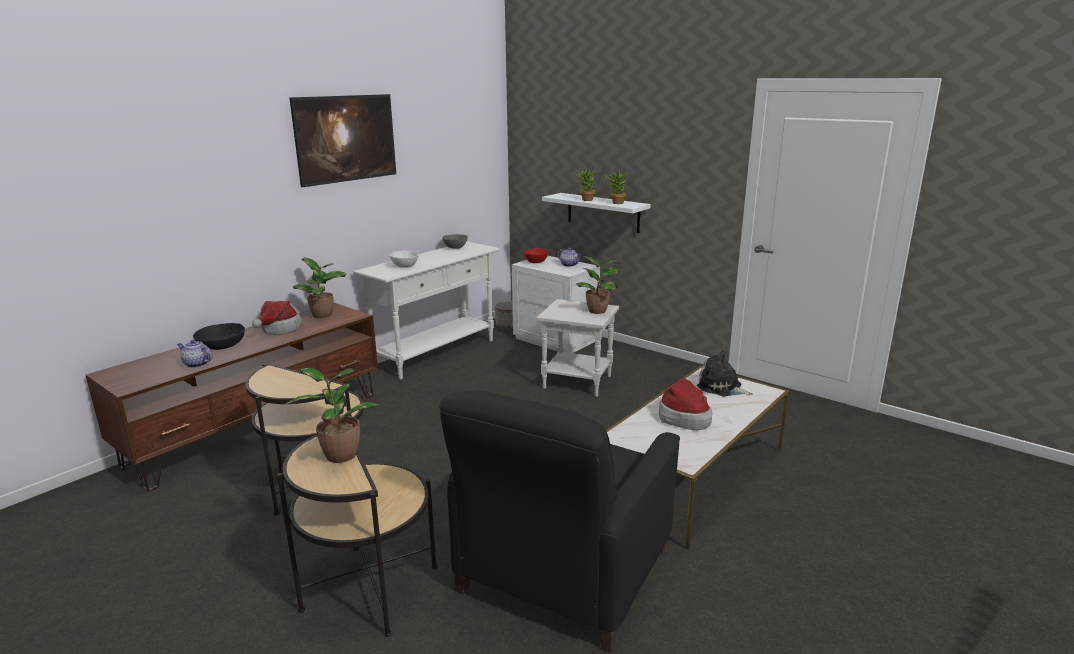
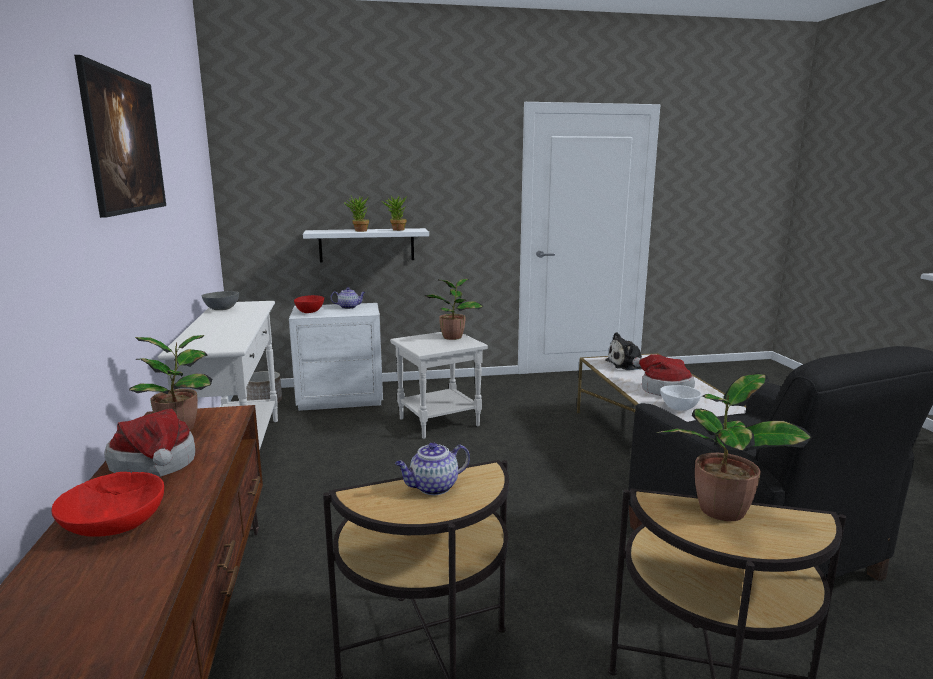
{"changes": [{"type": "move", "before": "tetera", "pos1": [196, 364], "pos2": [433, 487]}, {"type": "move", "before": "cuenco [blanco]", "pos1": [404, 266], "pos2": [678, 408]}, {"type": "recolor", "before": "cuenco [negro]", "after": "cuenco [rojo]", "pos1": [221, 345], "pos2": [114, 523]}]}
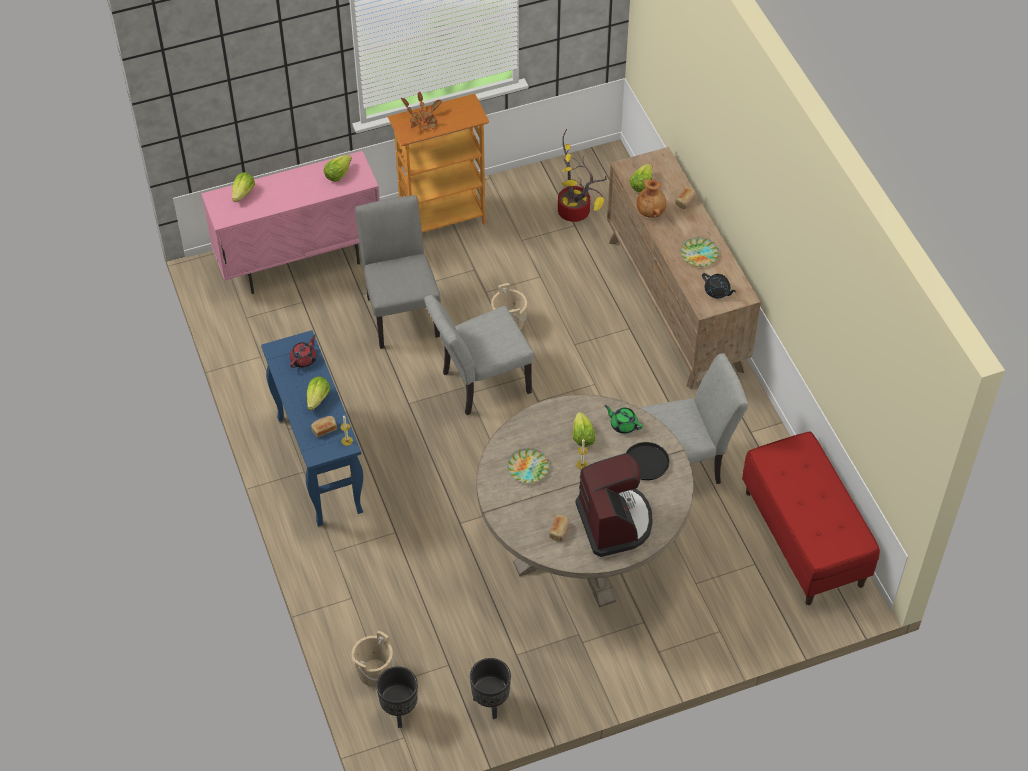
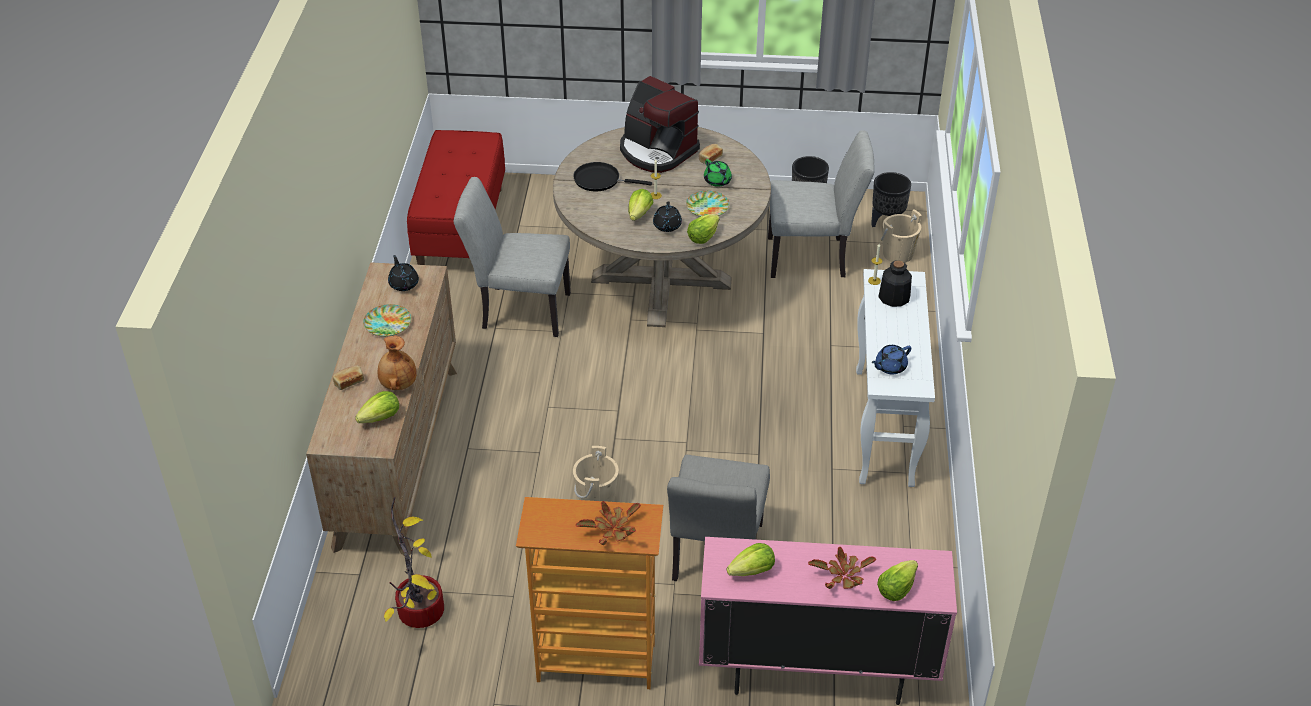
{"changes": [{"type": "insert", "after": "tetera [negro]", "pos2": [667, 226]}, {"type": "insert", "after": "planta en maceta", "pos2": [843, 576]}, {"type": "move", "before": "lechuga", "pos1": [318, 399], "pos2": [702, 237]}, {"type": "move", "before": "silla [gris]", "pos1": [479, 384], "pos2": [814, 258]}, {"type": "move", "before": "tetera [verde]", "pos1": [623, 425], "pos2": [717, 181]}, {"type": "replace", "before": "pan", "after": "botella", "pos1": [324, 429], "pos2": [894, 297]}, {"type": "recolor", "before": "mesa consola [azul]", "after": "mesa consola [blanco]", "pos1": [318, 464], "pos2": [884, 428]}, {"type": "recolor", "before": "tetera [rojo]", "after": "tetera [azul]", "pos1": [304, 359], "pos2": [890, 367]}, {"type": "rotate", "before": "cafetera", "pos1": [614, 522], "pos2": [657, 151], "turn": -60}]}
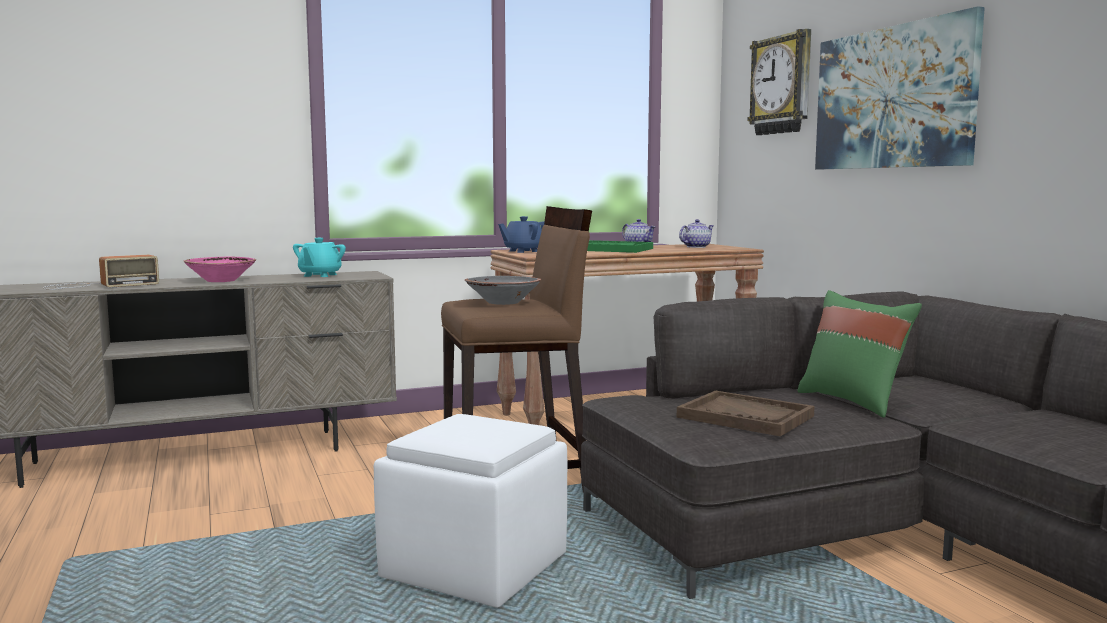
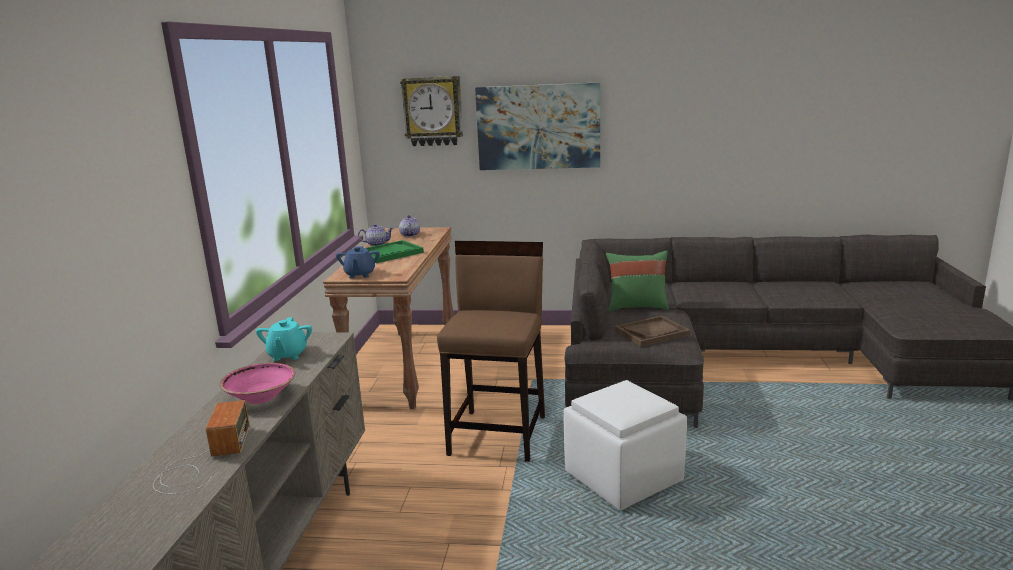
{"changes": [{"type": "delete", "before": "cuenco [gris]", "pos1": [503, 302]}, {"type": "rotate", "before": "tetera [turquesa]", "pos1": [319, 275], "pos2": [287, 355], "turn": 45}]}
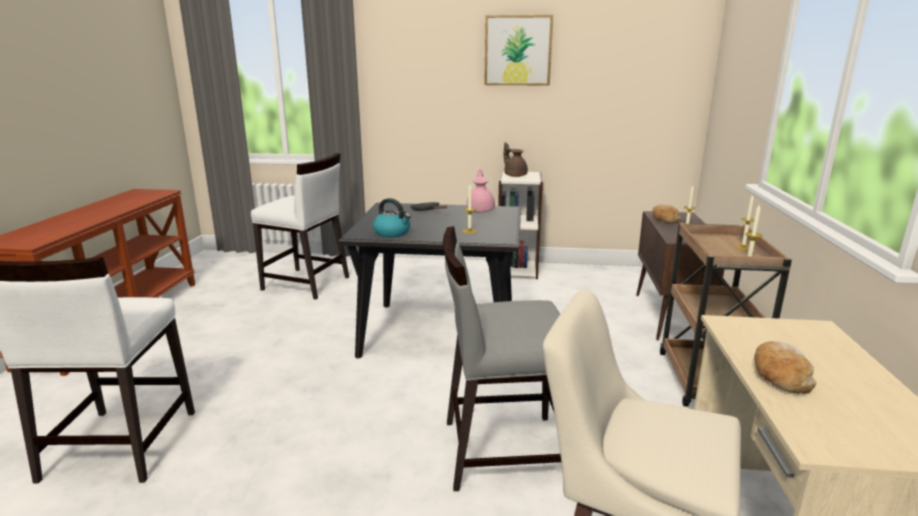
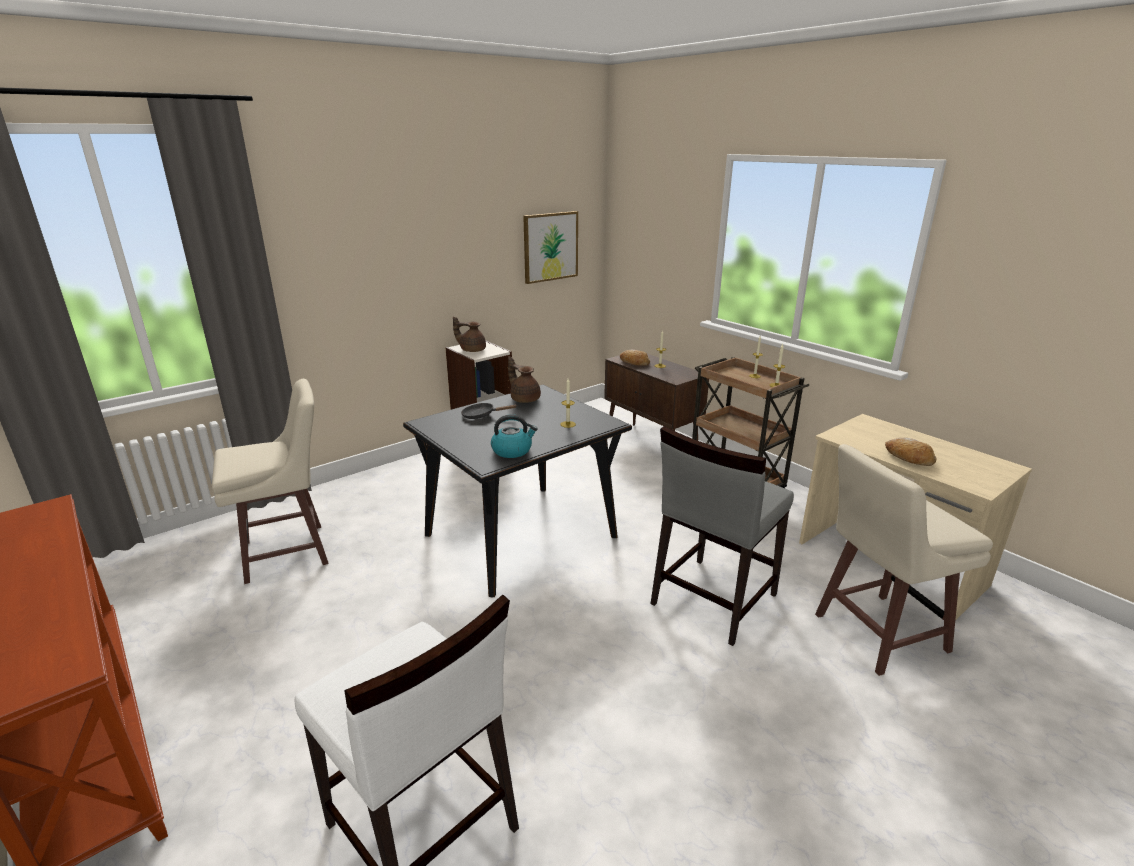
{"changes": [{"type": "move", "before": "cuadro", "pos1": [518, 50], "pos2": [550, 247]}, {"type": "replace", "before": "silla [blanco]", "after": "taburete [beis]", "pos1": [306, 284], "pos2": [289, 552]}, {"type": "recolor", "before": "tetera [rosa]", "after": "tetera [marrón]", "pos1": [481, 210], "pos2": [524, 399]}]}
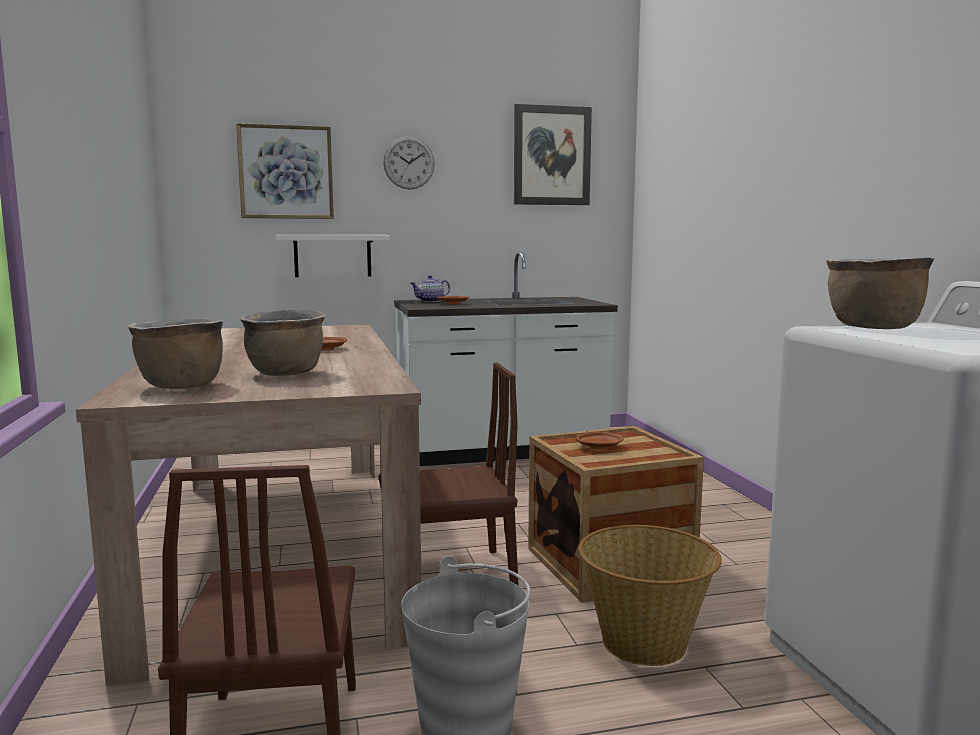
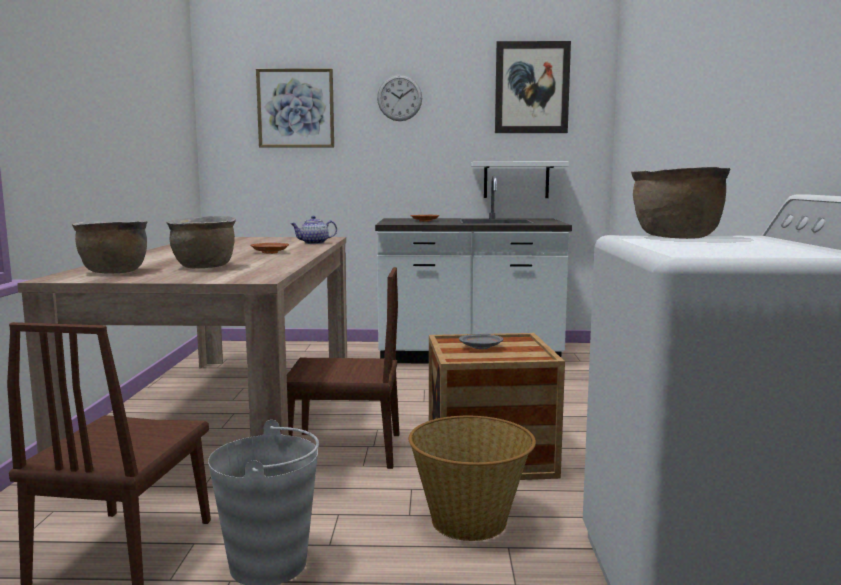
{"changes": [{"type": "move", "before": "estante [blanco]", "pos1": [332, 256], "pos2": [516, 180]}, {"type": "move", "before": "tetera", "pos1": [430, 301], "pos2": [313, 243]}, {"type": "recolor", "before": "plato [marrón]", "after": "plato [gris]", "pos1": [599, 447], "pos2": [481, 347]}]}
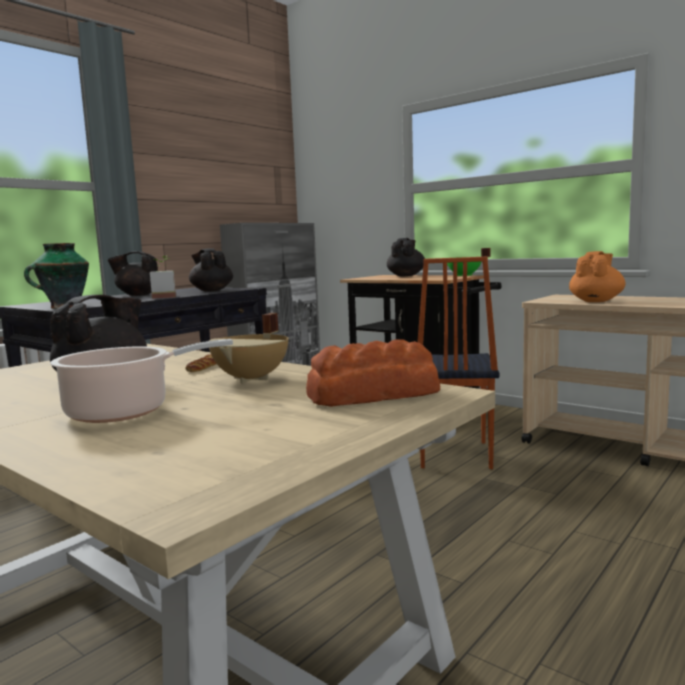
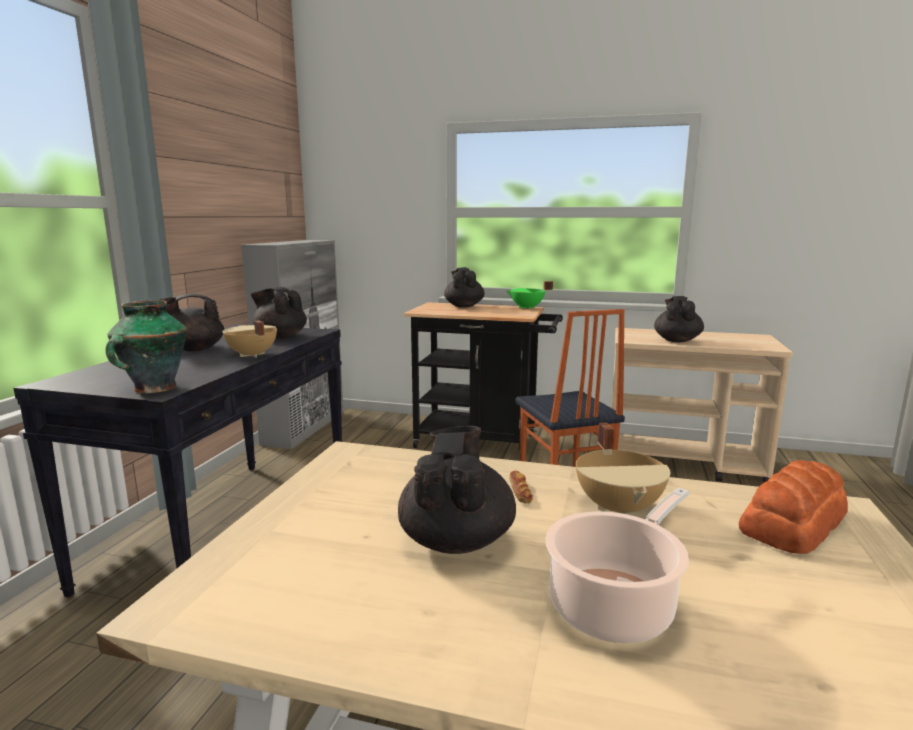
{"changes": [{"type": "replace", "before": "planta en maceta", "after": "olla [beis]", "pos1": [164, 297], "pos2": [251, 355]}, {"type": "recolor", "before": "tetera [naranja]", "after": "tetera [negro]", "pos1": [596, 301], "pos2": [677, 340]}]}
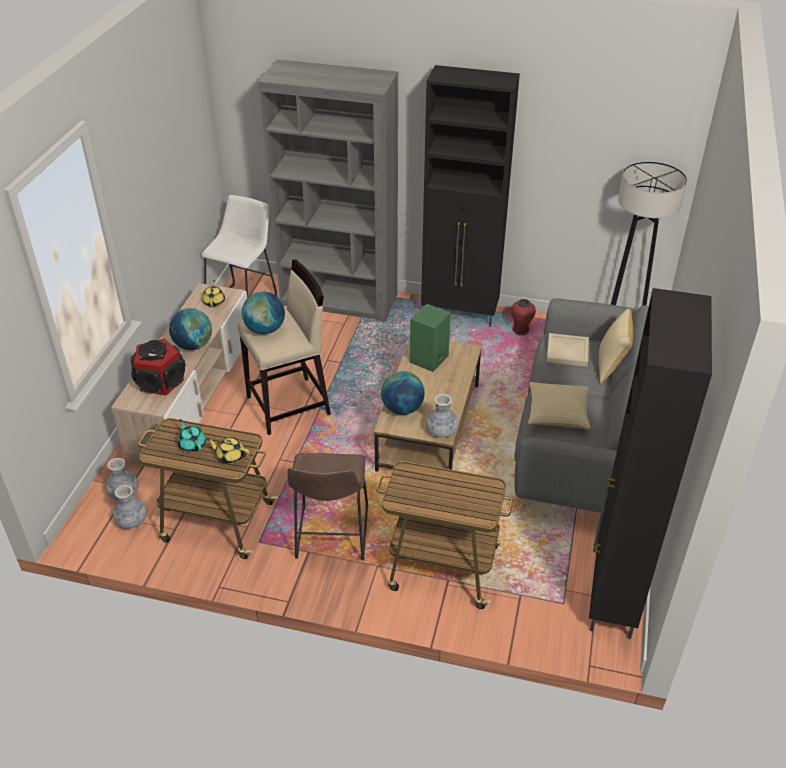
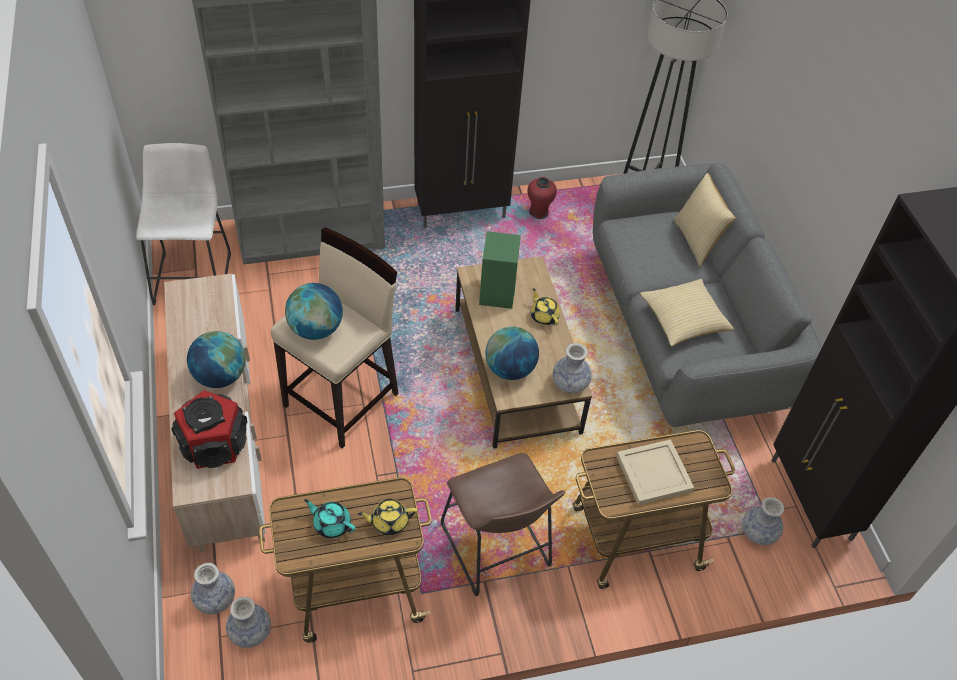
{"changes": [{"type": "insert", "after": "florero", "pos2": [758, 533]}, {"type": "move", "before": "tetera [amarillo]", "pos1": [214, 302], "pos2": [544, 316]}, {"type": "move", "before": "bandeja [beis]", "pos1": [566, 351], "pos2": [652, 473]}]}
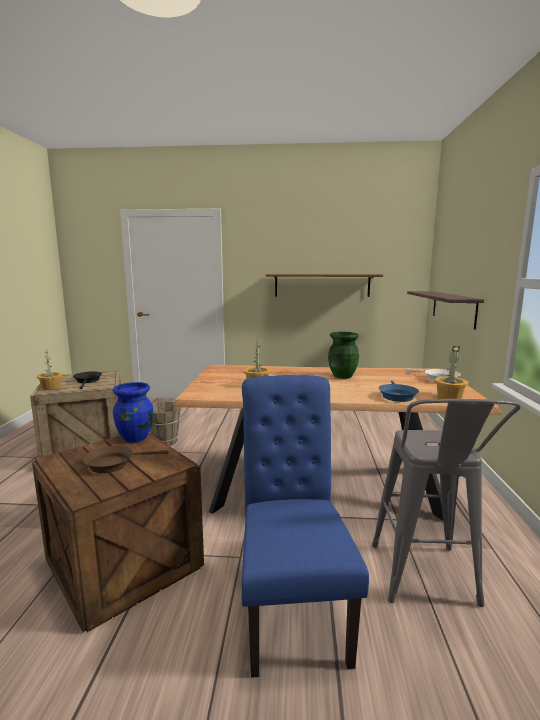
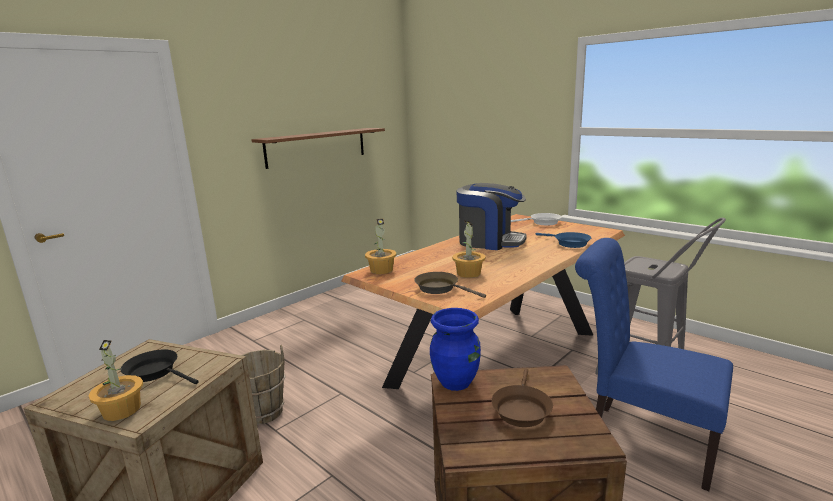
{"changes": [{"type": "delete", "before": "estante", "pos1": [453, 308]}, {"type": "insert", "after": "sartén [marrón]", "pos2": [440, 288]}, {"type": "move", "before": "planta en maceta", "pos1": [449, 397], "pos2": [381, 270]}, {"type": "replace", "before": "florero [verde]", "after": "cafetera", "pos1": [342, 376], "pos2": [490, 241]}]}
